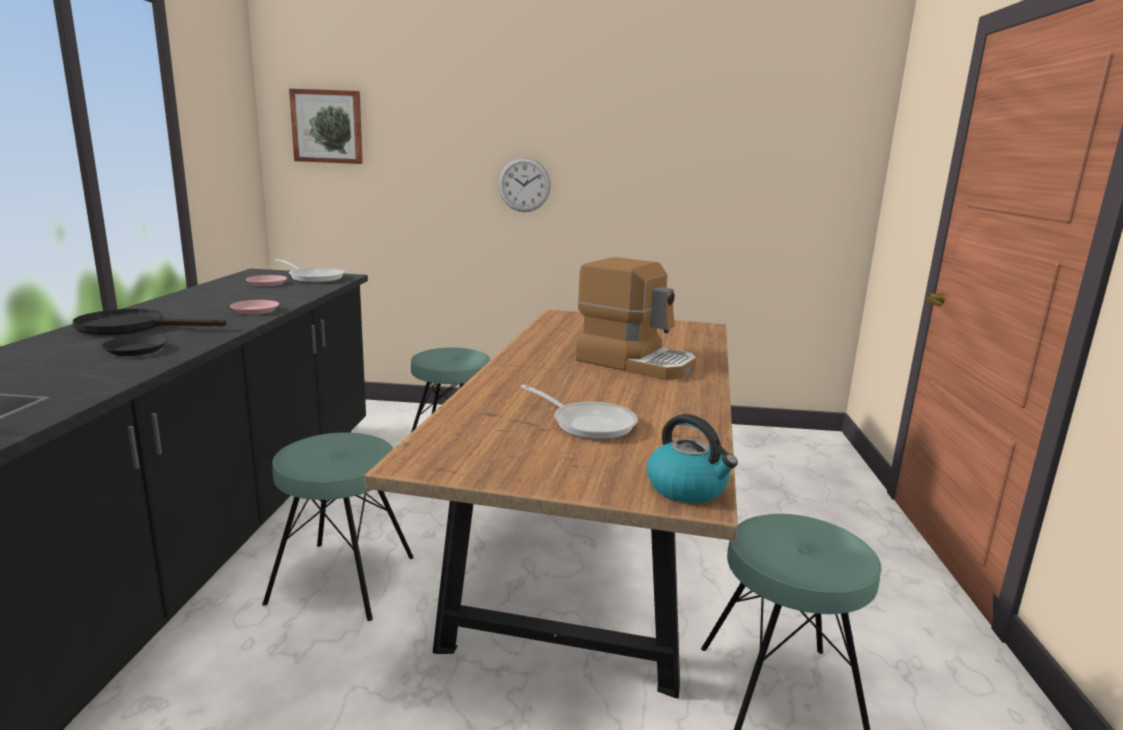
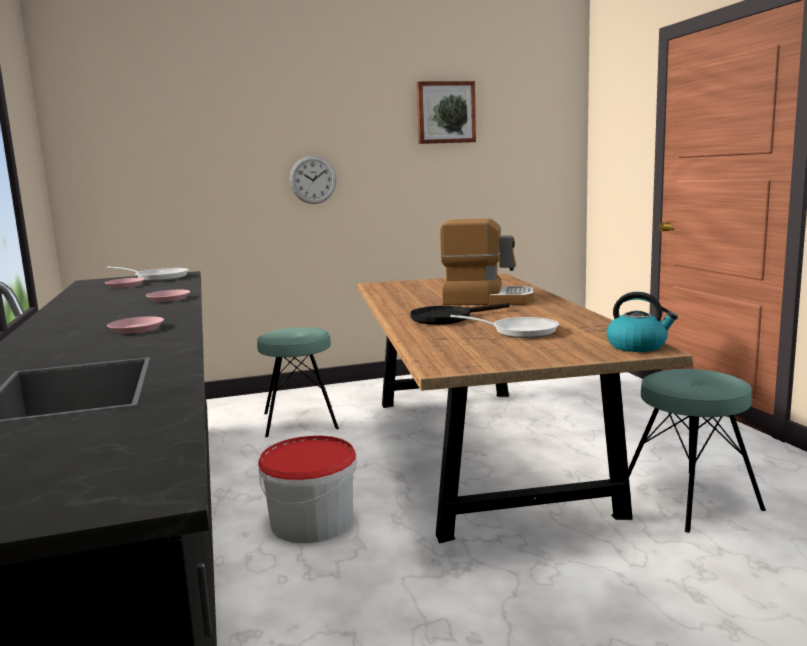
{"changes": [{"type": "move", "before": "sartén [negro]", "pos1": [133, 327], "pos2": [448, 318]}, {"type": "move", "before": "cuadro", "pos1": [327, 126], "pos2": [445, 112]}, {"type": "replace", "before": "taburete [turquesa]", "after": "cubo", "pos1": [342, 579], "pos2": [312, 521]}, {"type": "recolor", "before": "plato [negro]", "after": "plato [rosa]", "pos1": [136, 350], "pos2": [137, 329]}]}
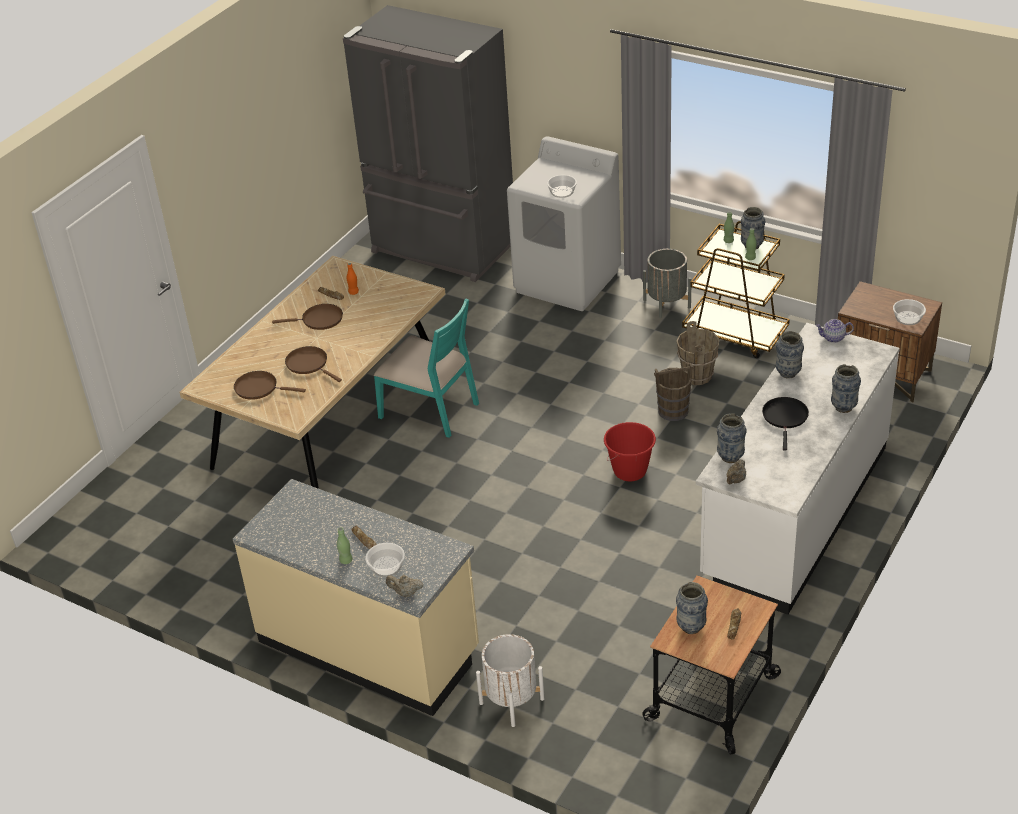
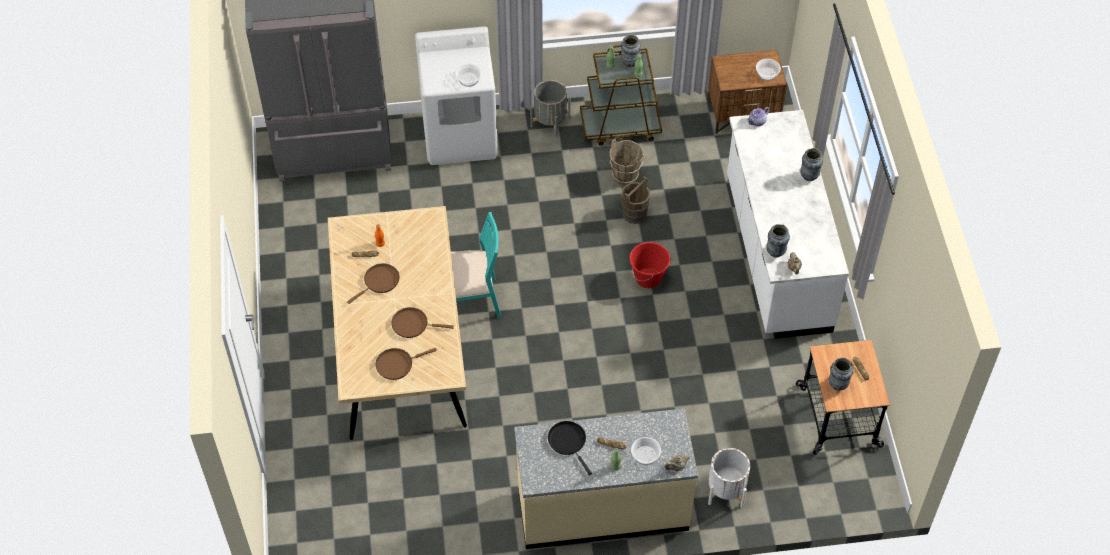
{"changes": [{"type": "delete", "before": "florero", "pos1": [788, 373]}, {"type": "move", "before": "sartén [negro]", "pos1": [785, 418], "pos2": [568, 442]}]}
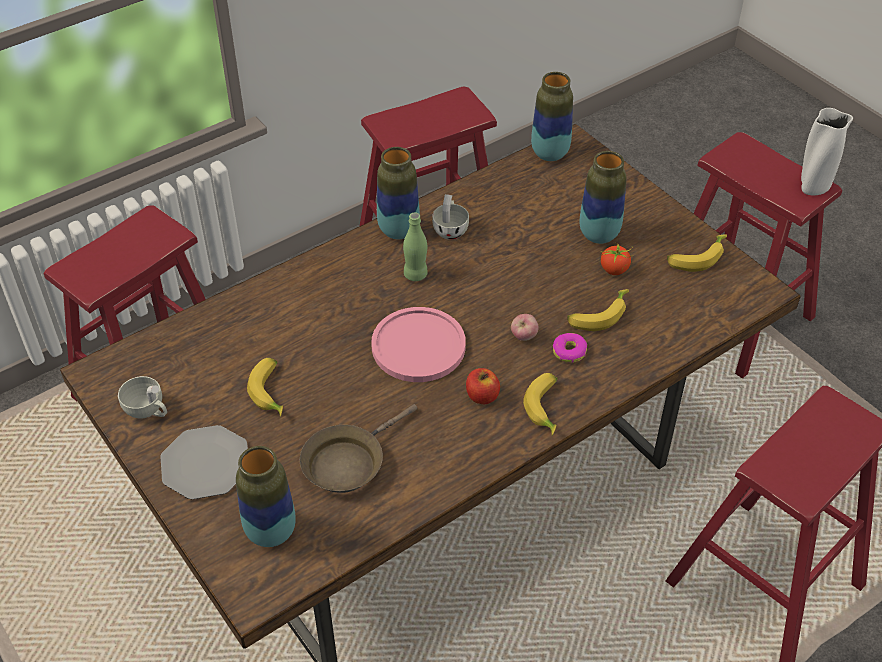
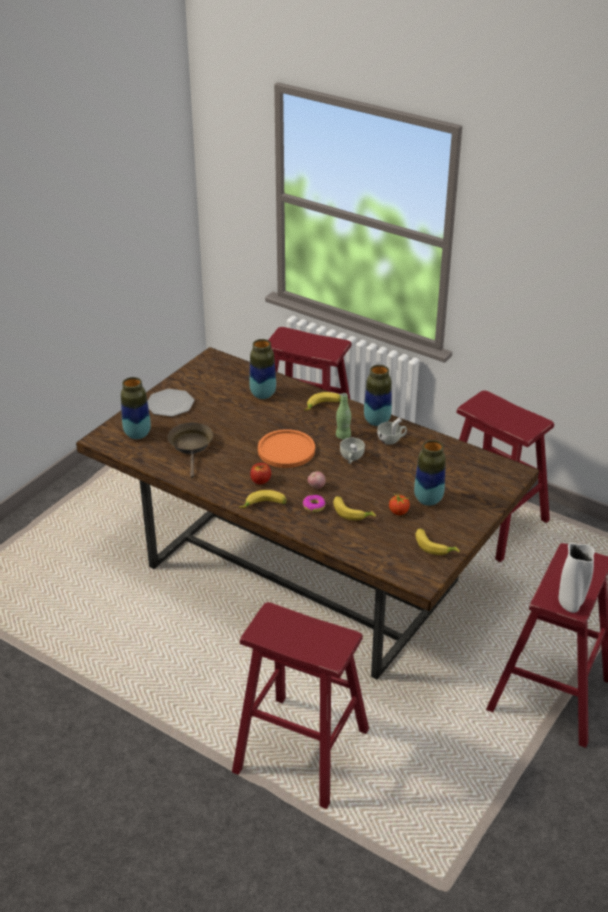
{"changes": [{"type": "move", "before": "taza [blanco]", "pos1": [148, 410], "pos2": [351, 458]}, {"type": "move", "before": "plátano", "pos1": [272, 392], "pos2": [322, 406]}, {"type": "move", "before": "florero", "pos1": [550, 153], "pos2": [263, 394]}, {"type": "recolor", "before": "plato [rosa]", "after": "plato [naranja]", "pos1": [418, 346], "pos2": [286, 450]}, {"type": "rotate", "before": "sartén [marrón]", "pos1": [348, 462], "pos2": [191, 446], "turn": 60}]}
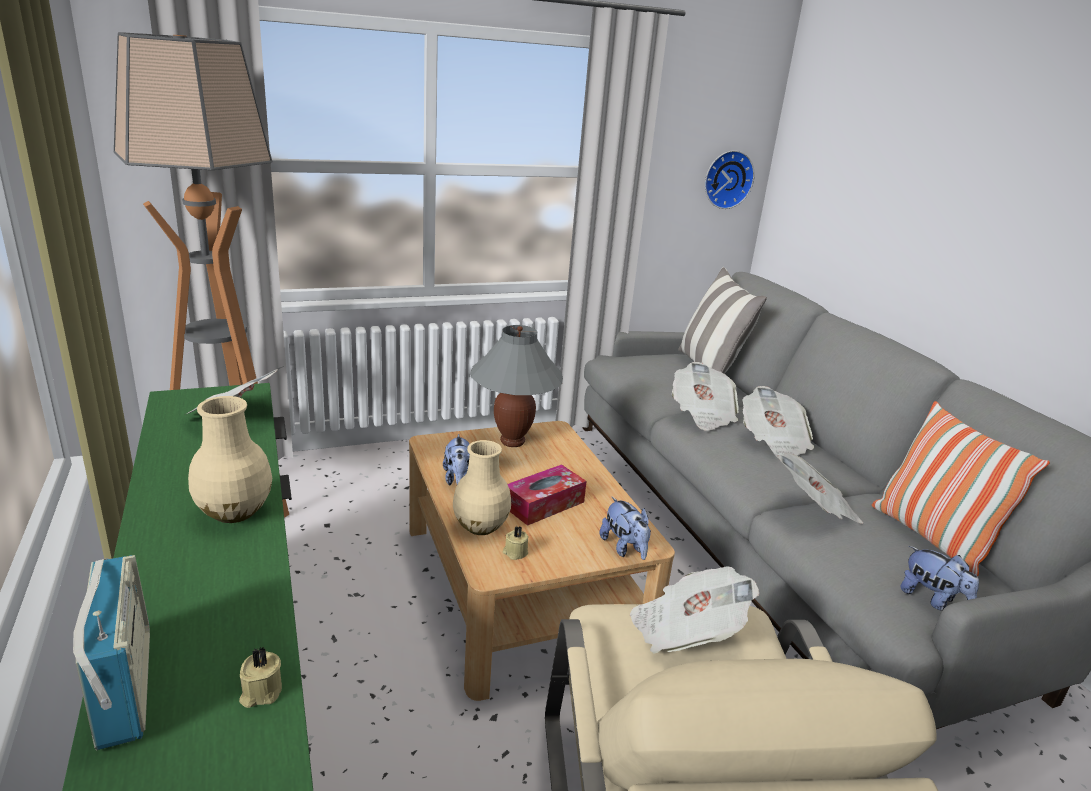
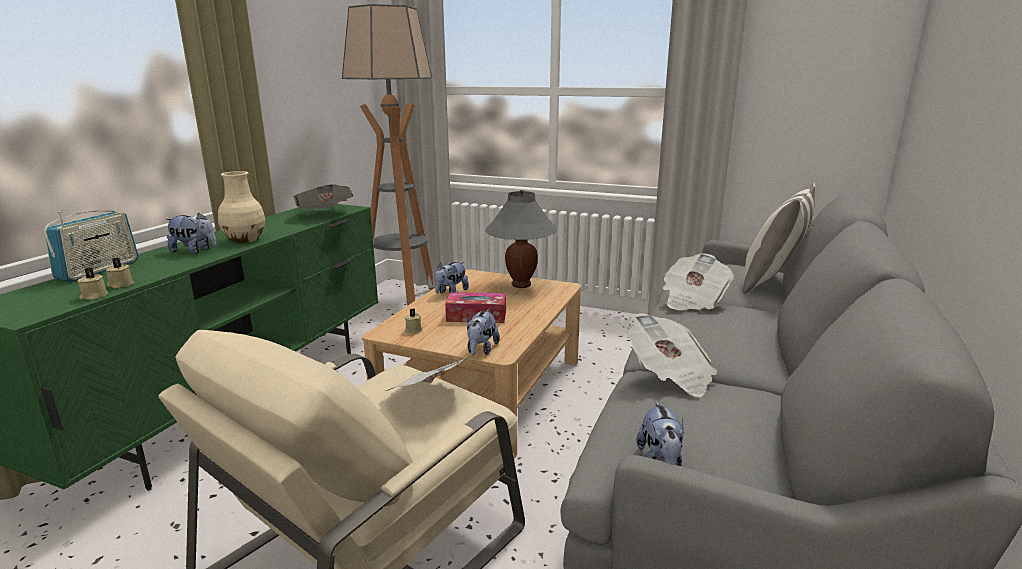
{"changes": [{"type": "delete", "before": "florero [beis]", "pos1": [480, 526]}, {"type": "delete", "before": "reloj de pared", "pos1": [727, 179]}, {"type": "delete", "before": "periódico", "pos1": [773, 442]}, {"type": "delete", "before": "cojín", "pos1": [931, 537]}, {"type": "insert", "after": "vela [beis]", "pos2": [93, 296]}, {"type": "insert", "after": "peluche", "pos2": [194, 251]}]}
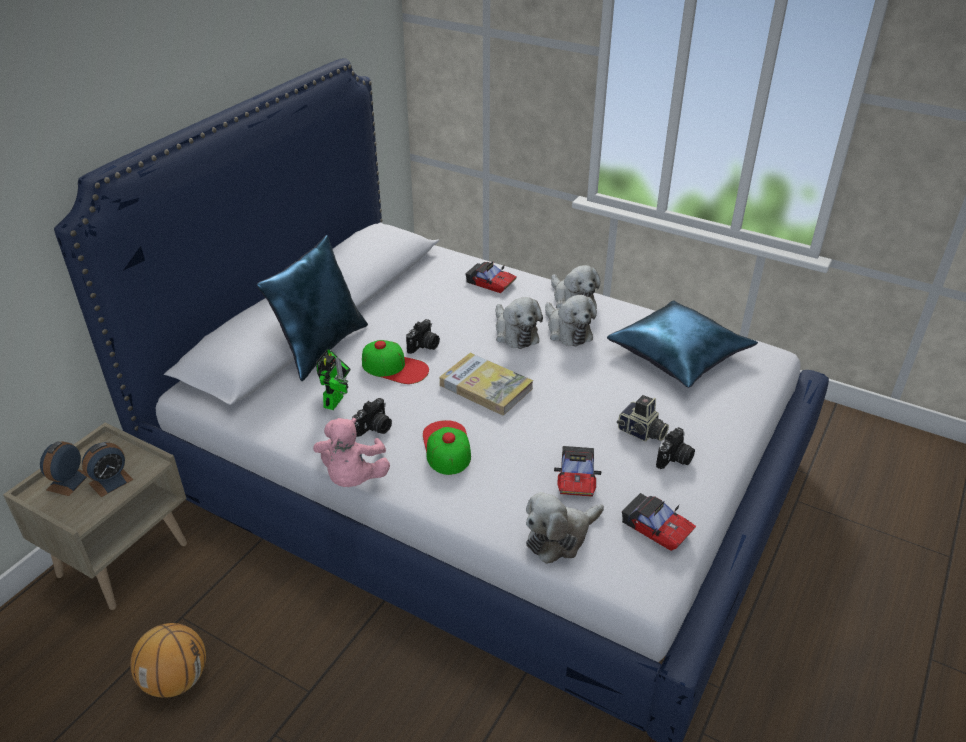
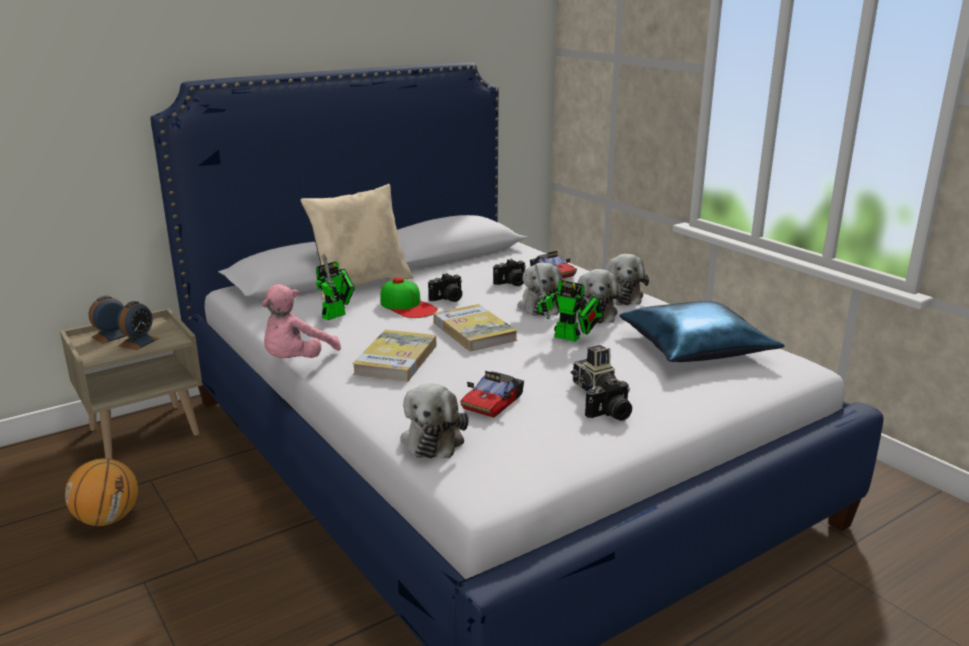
{"changes": [{"type": "delete", "before": "coche de juguete", "pos1": [656, 527]}, {"type": "insert", "after": "robot de juguete", "pos2": [570, 338]}, {"type": "move", "before": "cámara", "pos1": [374, 428], "pos2": [511, 283]}, {"type": "replace", "before": "gorra", "after": "libro", "pos1": [446, 446], "pos2": [396, 359]}, {"type": "recolor", "before": "cojín [azul]", "after": "cojín [beis]", "pos1": [321, 347], "pos2": [361, 285]}, {"type": "rotate", "before": "despertador", "pos1": [110, 481], "pos2": [138, 342], "turn": -45}, {"type": "rotate", "before": "peluche", "pos1": [560, 537], "pos2": [434, 438], "turn": -75}]}
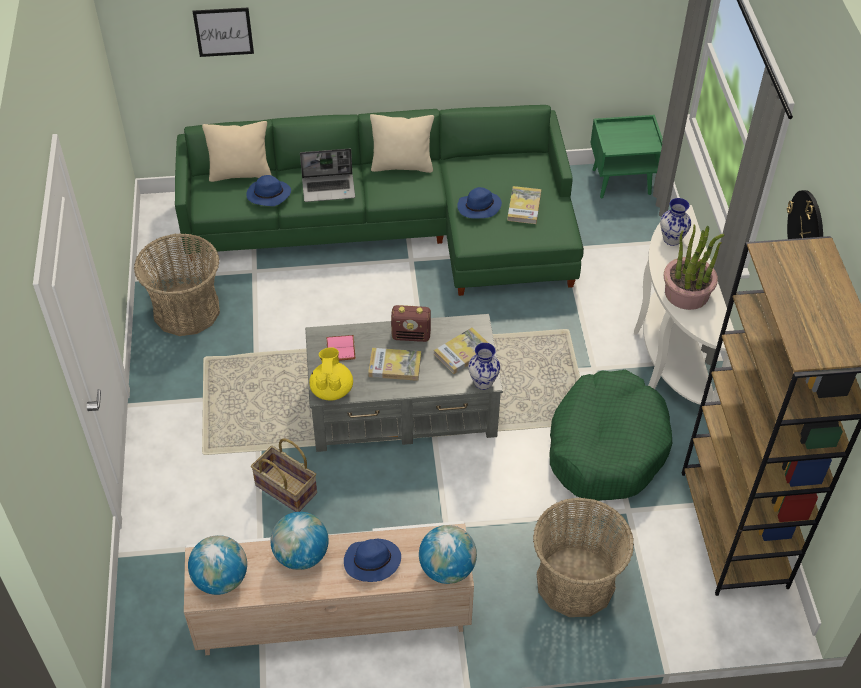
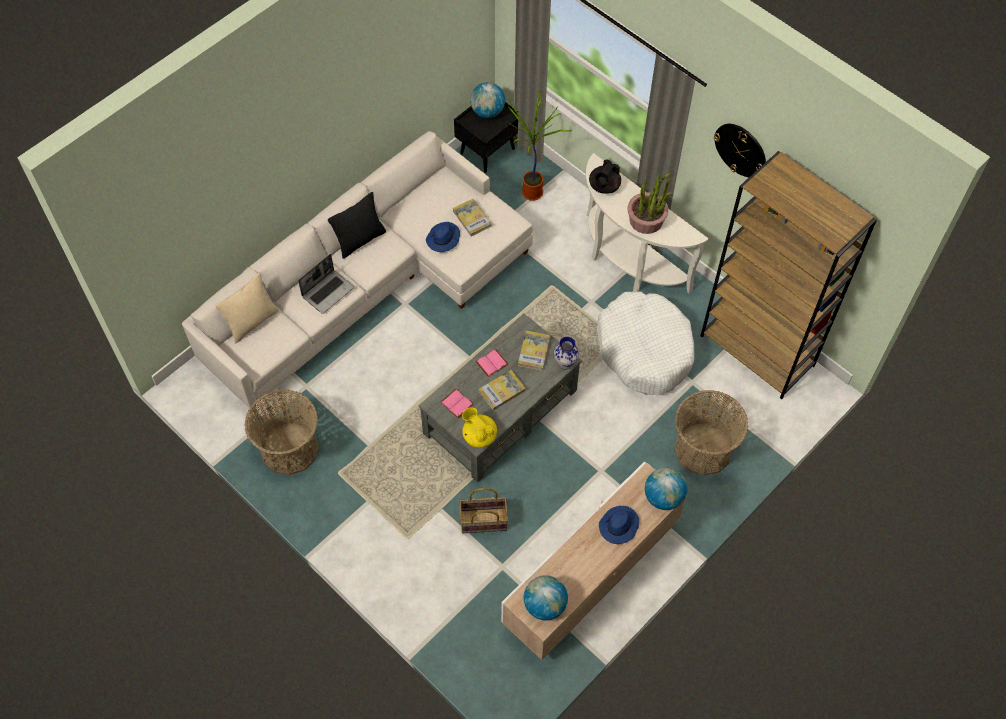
{"changes": [{"type": "delete", "before": "cuadro", "pos1": [223, 31]}, {"type": "delete", "before": "sombrero [azul]", "pos1": [268, 195]}, {"type": "insert", "after": "planta en maceta", "pos2": [533, 194]}, {"type": "move", "before": "globo terráqueo", "pos1": [301, 555], "pos2": [487, 111]}, {"type": "replace", "before": "radio", "after": "libro [rosa]", "pos1": [411, 335], "pos2": [491, 362]}, {"type": "replace", "before": "florero", "after": "tetera [negro]", "pos1": [671, 239], "pos2": [604, 187]}, {"type": "recolor", "before": "sofá [verde]", "after": "sofá [blanco]", "pos1": [397, 225], "pos2": [370, 283]}, {"type": "recolor", "before": "cojín [beis]", "after": "cojín [negro]", "pos1": [402, 165], "pos2": [360, 240]}, {"type": "recolor", "before": "cama para perro [verde]", "after": "cama para perro [blanco]", "pos1": [606, 446], "pos2": [644, 349]}, {"type": "recolor", "before": "mesita de noche [verde]", "after": "mesita de noche [negro]", "pos1": [622, 181], "pos2": [487, 150]}]}
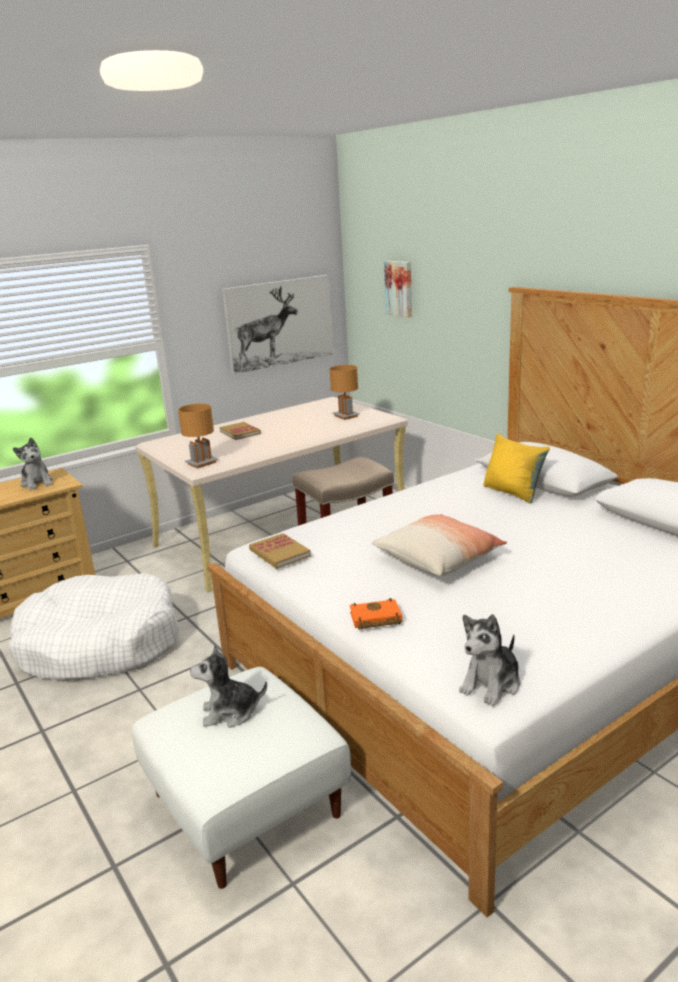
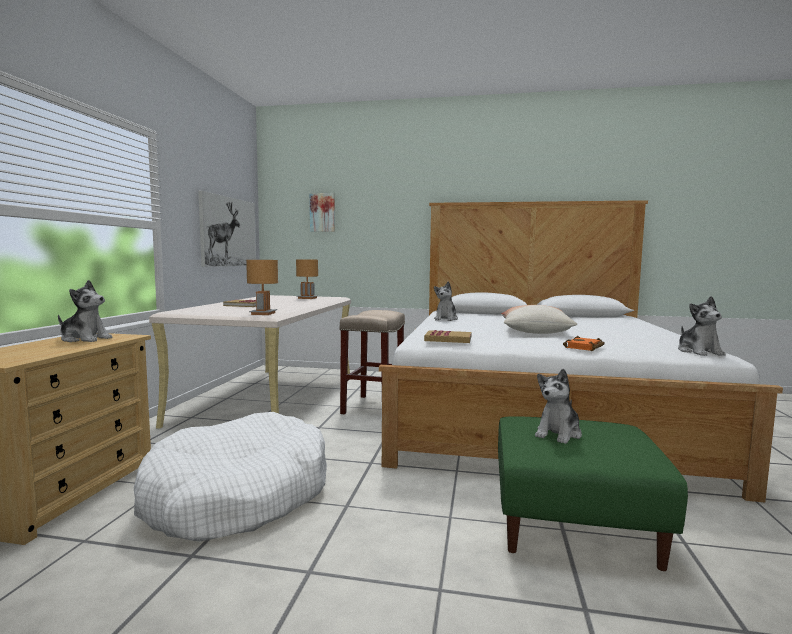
{"changes": [{"type": "delete", "before": "cojín [amarillo]", "pos1": [513, 492]}, {"type": "insert", "after": "peluche", "pos2": [446, 319]}, {"type": "recolor", "before": "puf [blanco]", "after": "puf [verde]", "pos1": [247, 804], "pos2": [573, 523]}]}
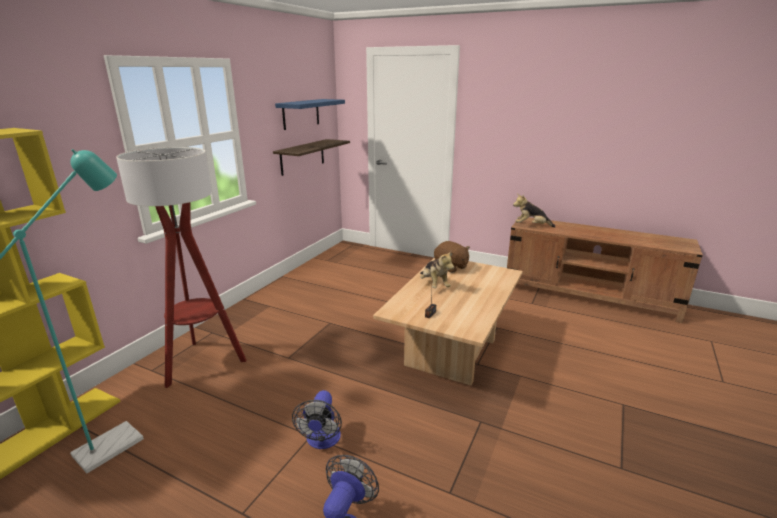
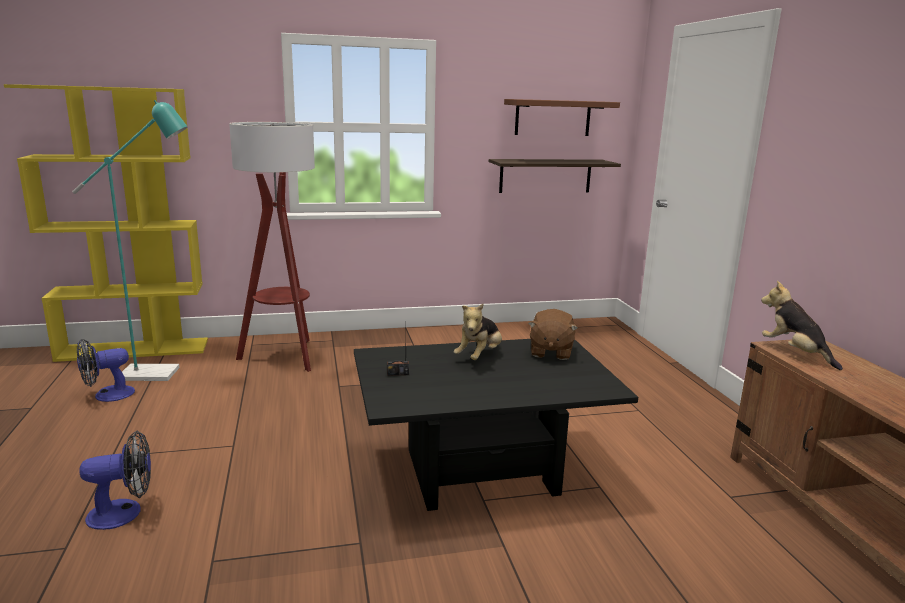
{"changes": [{"type": "move", "before": "ventilador", "pos1": [322, 441], "pos2": [107, 395]}, {"type": "recolor", "before": "estante [azul]", "after": "estante [marrón]", "pos1": [301, 114], "pos2": [552, 117]}, {"type": "recolor", "before": "mesa de centro [beis]", "after": "mesa de centro [negro]", "pos1": [451, 352], "pos2": [481, 471]}]}
